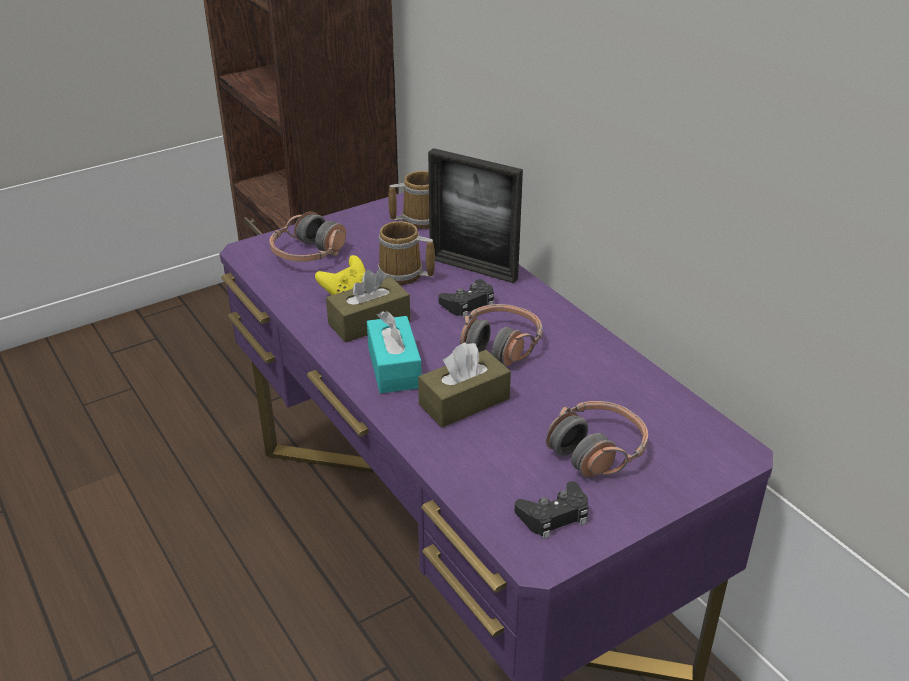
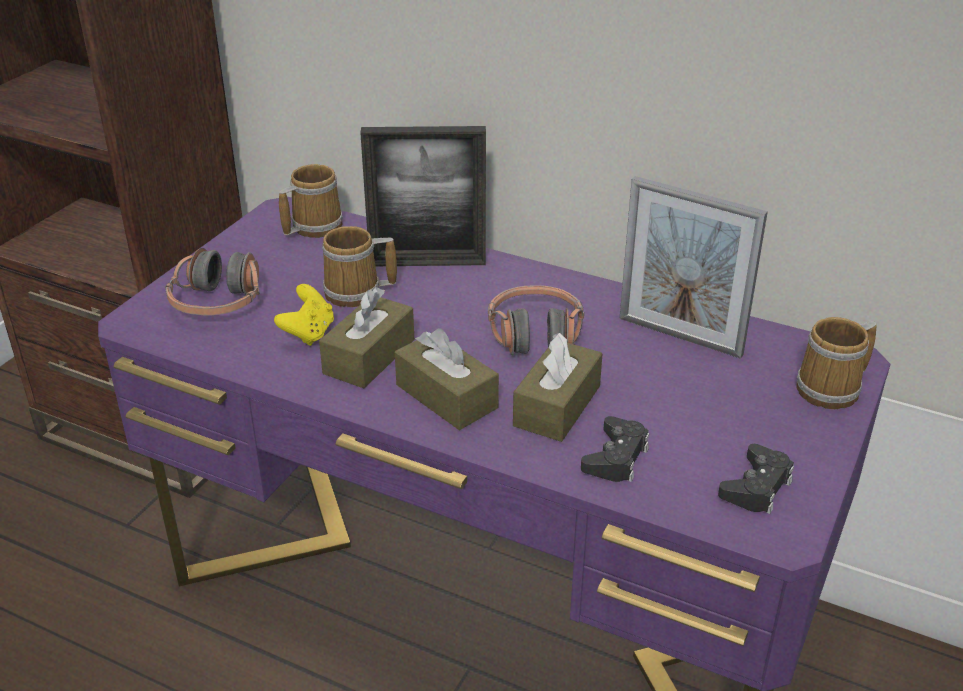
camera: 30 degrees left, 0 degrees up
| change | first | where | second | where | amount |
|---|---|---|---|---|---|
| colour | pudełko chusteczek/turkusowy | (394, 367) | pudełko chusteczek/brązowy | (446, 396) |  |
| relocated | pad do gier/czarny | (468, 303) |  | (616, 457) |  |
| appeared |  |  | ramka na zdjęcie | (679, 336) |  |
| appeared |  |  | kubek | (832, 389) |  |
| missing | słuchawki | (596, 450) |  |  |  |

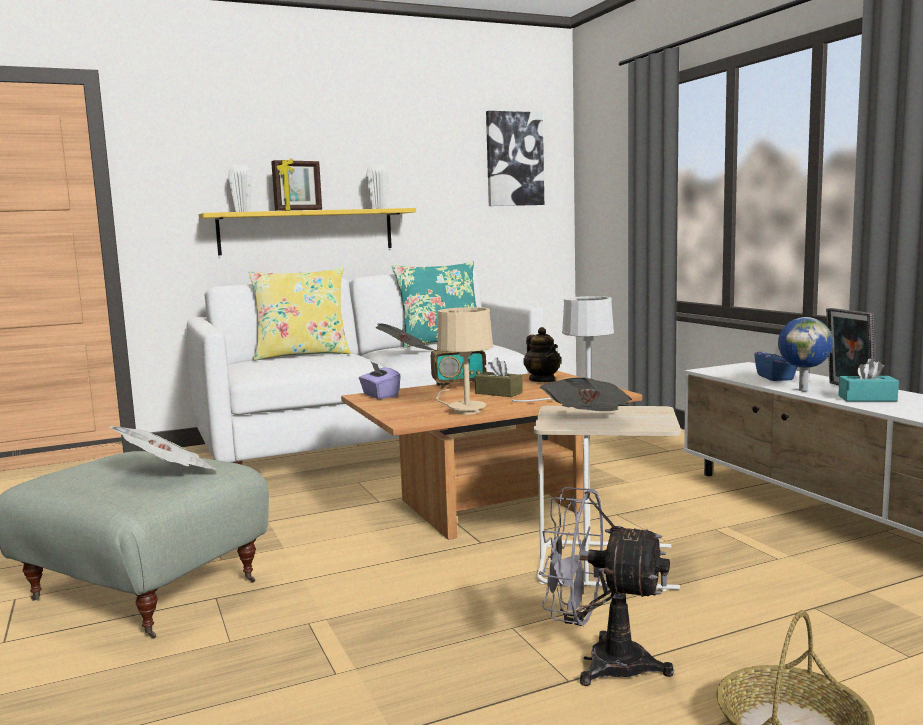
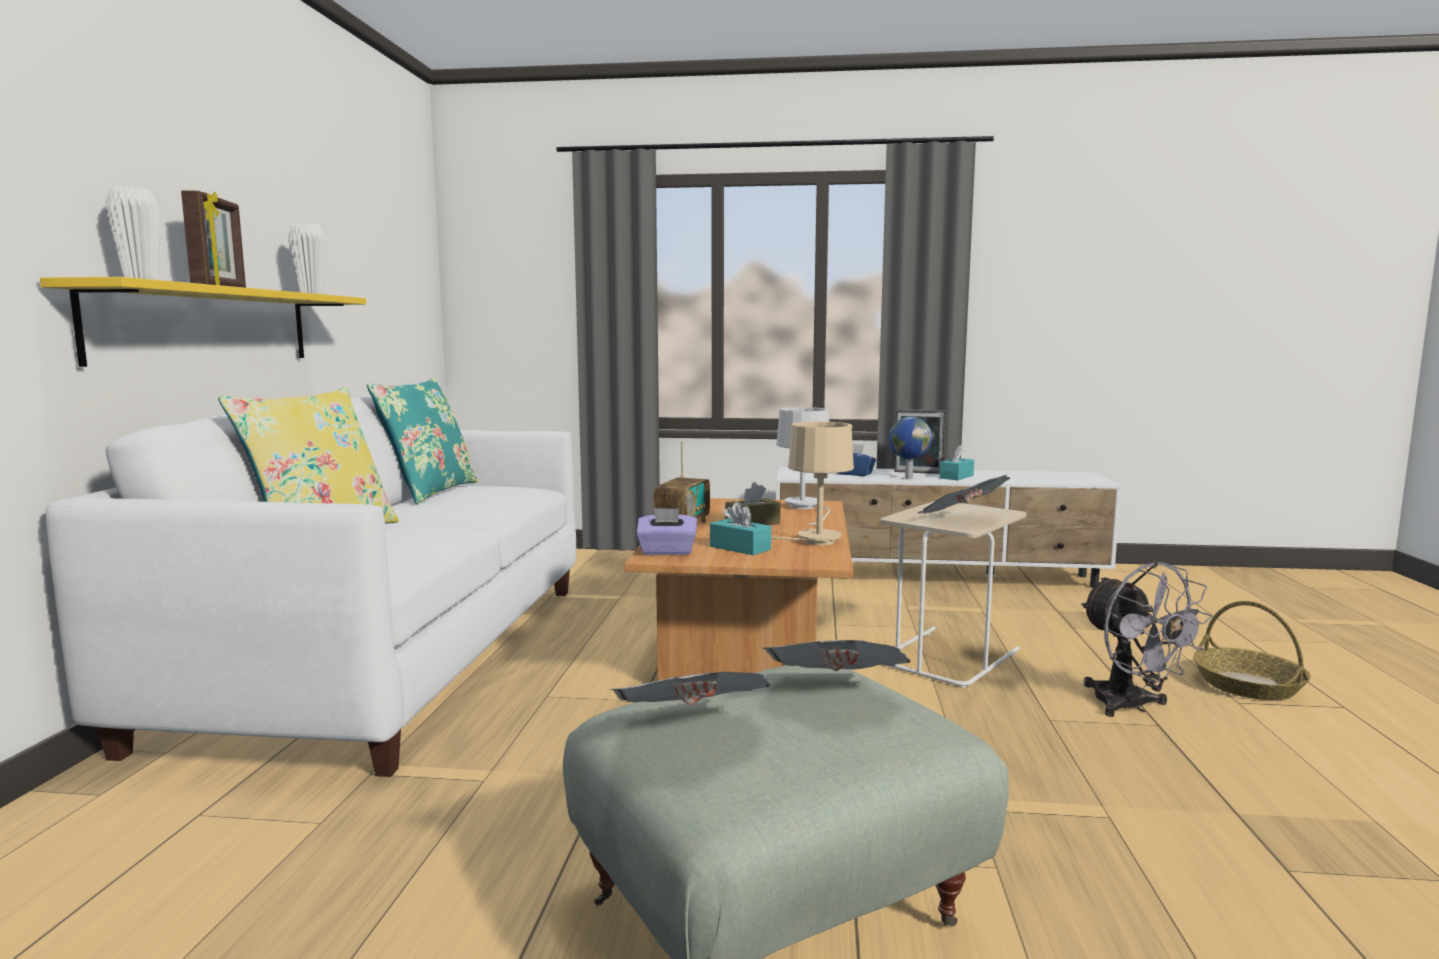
camera: 60 degrees left, 0 degrees up
| change | first | where | second | where | amount |
|---|---|---|---|---|---|
| relocated | gazeta | (406, 353) |  | (691, 731) |  |
| appeared |  |  | pudełko chusteczek/turkusowy | (740, 548) |  |
| spun | wentylator/szary | (601, 662) |  | (1131, 706) | 75 degrees counterclockwise |
| missing | obraz | (514, 159) |  |  |  |
| missing | imbryk | (542, 380) |  |  |  |

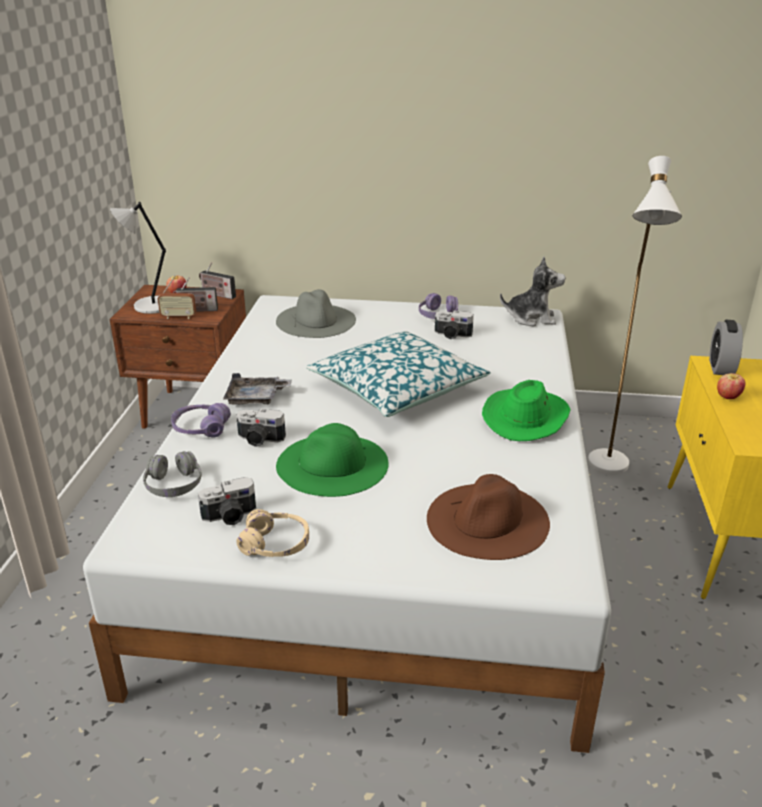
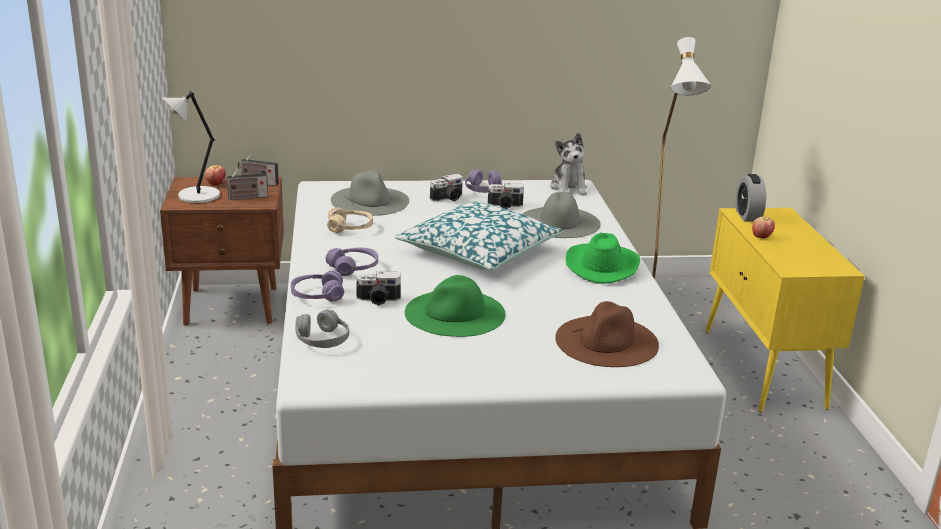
camera: 15 degrees left, 5 degrees down
| change | first | where | second | where | amount |
|---|---|---|---|---|---|
| exchanged | taca/szary | (256, 398) | słuchawki/fioletowy | (353, 268) |  |
| relocated | słuchawki/beżowy | (275, 544) |  | (350, 228) |  |
| relocated | aparat fotograficzny | (230, 516) |  | (448, 198) |  |
| appeared |  |  | kapelusz/szary | (559, 222) |  |
| spun | pluszak | (531, 318) |  | (569, 188) | 90 degrees clockwise |
| missing | radio | (178, 317) |  |  |  |

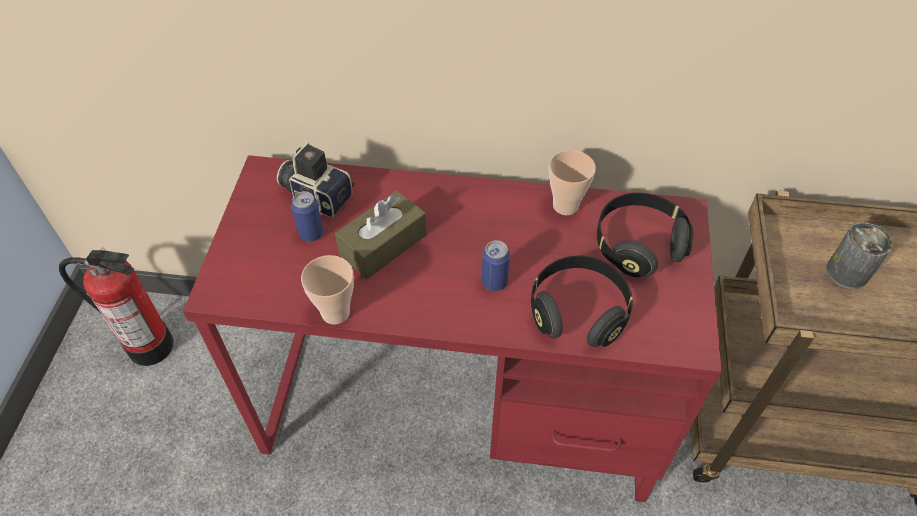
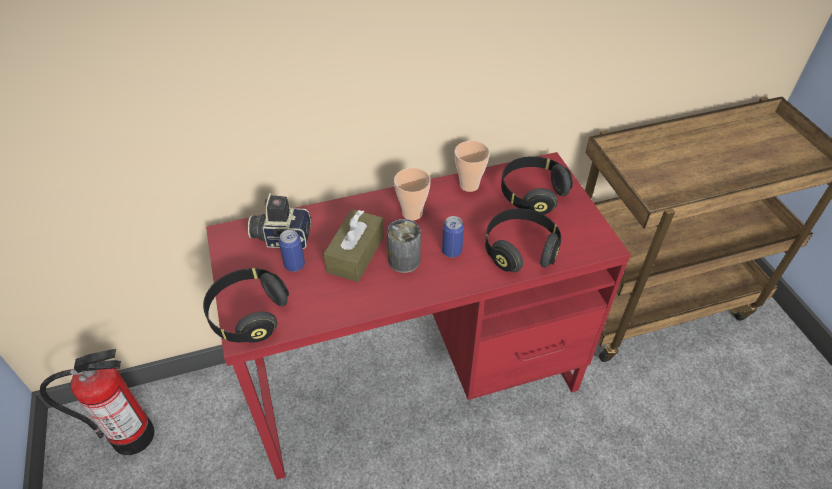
camera: 25 degrees left, 5 degrees down
| change | first | where | second | where | amount |
|---|---|---|---|---|---|
| appeared |  |  | słuchawki/czarny | (248, 315) |  |
| relocated | puszka | (847, 272) |  | (404, 260) |  |
| relocated | filiżanka | (335, 312) |  | (412, 213) |  |

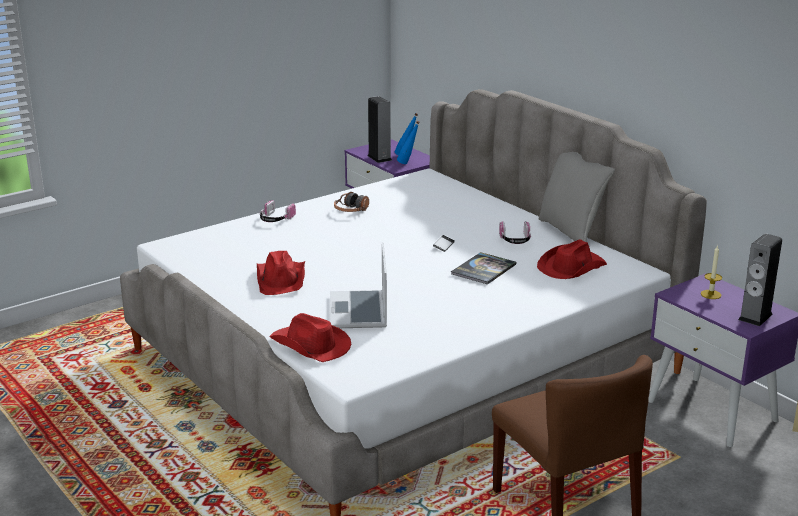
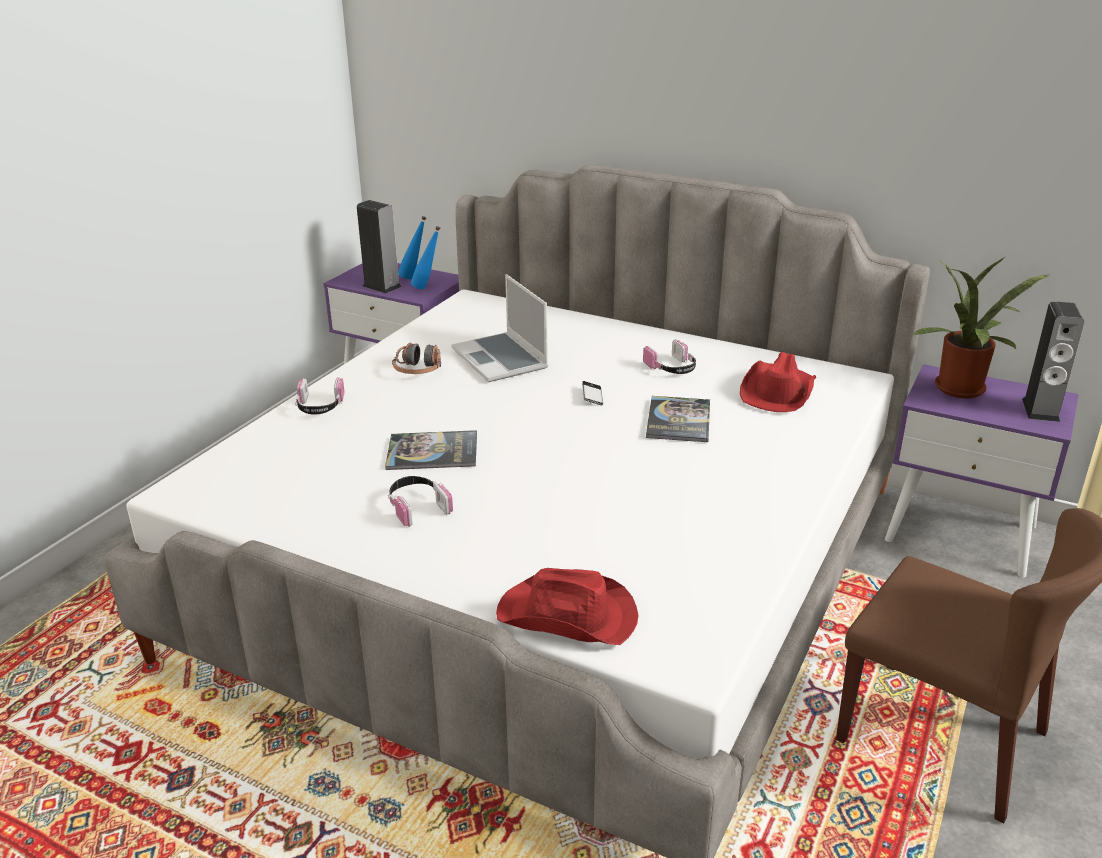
camera: 25 degrees left, 5 degrees up
| change | first | where | second | where | amount |
|---|---|---|---|---|---|
| appeared |  |  | książka | (432, 452) |  |
| exchanged | kapelusz/czerwony | (281, 279) | słuchawki | (417, 506) |  |
| relocated | laptop | (359, 312) |  | (501, 359) |  |
| exchanged | świeca | (711, 294) | roślina doniczkowa | (962, 391) |  |
| missing | poduszka/szary | (571, 232) |  |  |  |

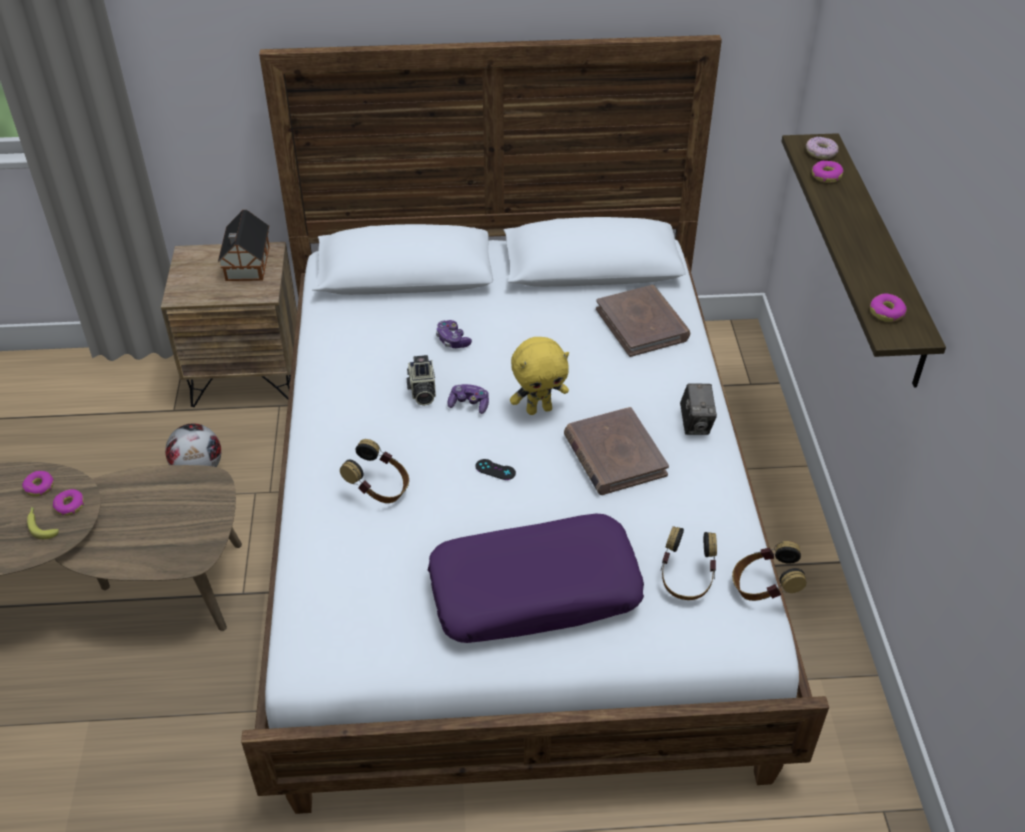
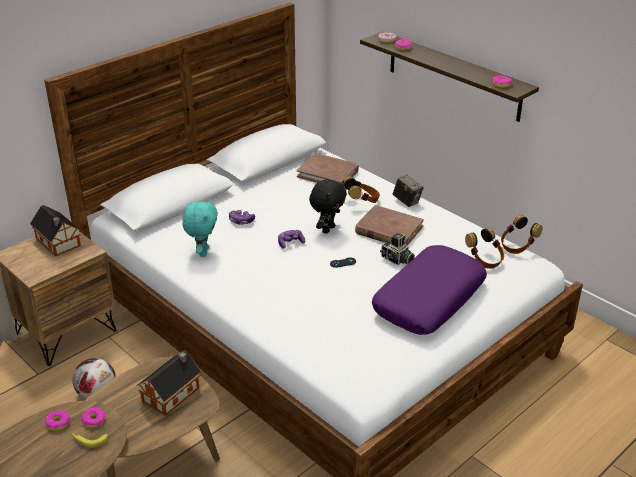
camera: 40 degrees left, 10 degrees down
| change | first | where | second | where | amount |
|---|---|---|---|---|---|
| appeared |  |  | domek | (173, 393) |  |
| appeared |  |  | pluszak/turkusowy | (202, 252) |  |
| colour | pluszak/żółty | (539, 409) | pluszak/czarny | (327, 229) |  |
| relocated | słuchawki | (379, 489) |  | (362, 202) |  |
| relocated | aparat fotograficzny | (422, 391) |  | (397, 260) |  |

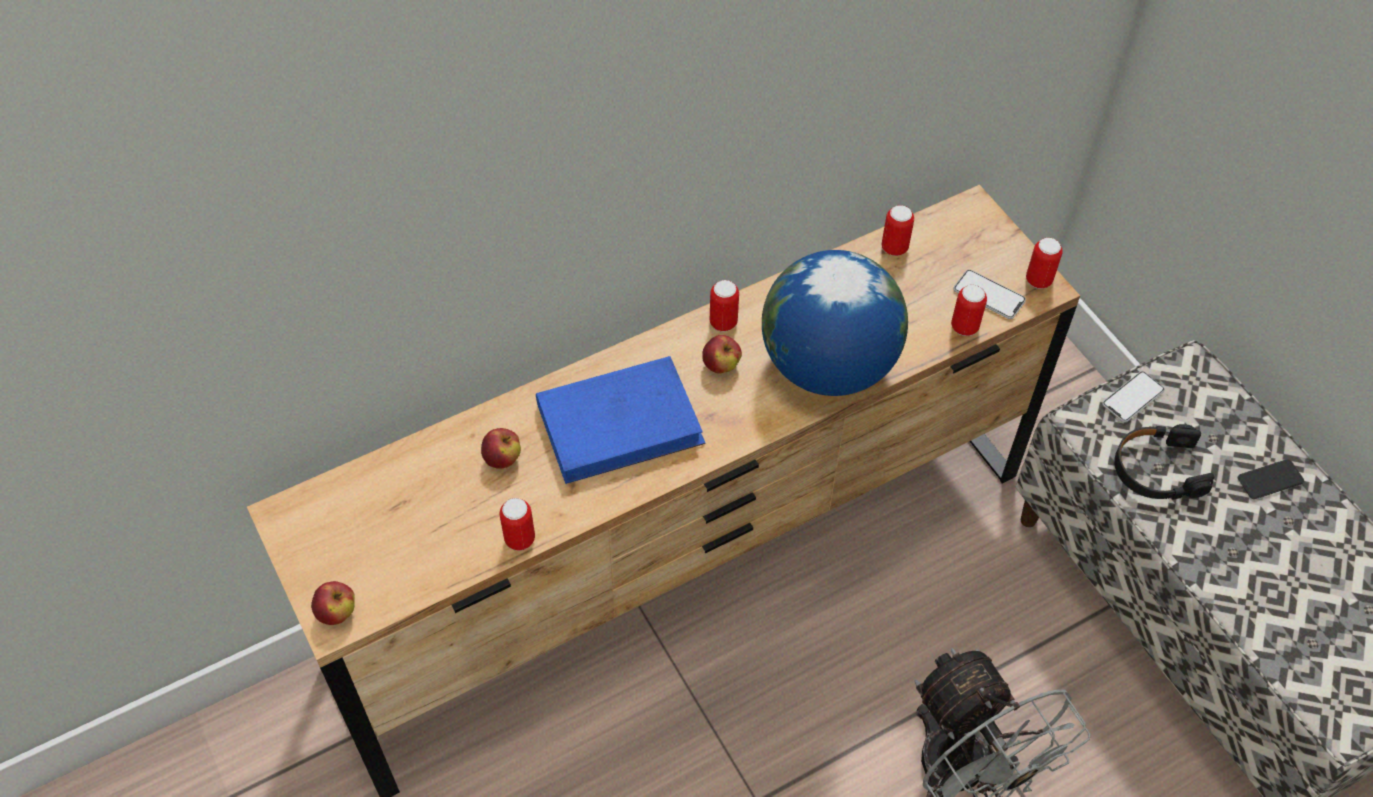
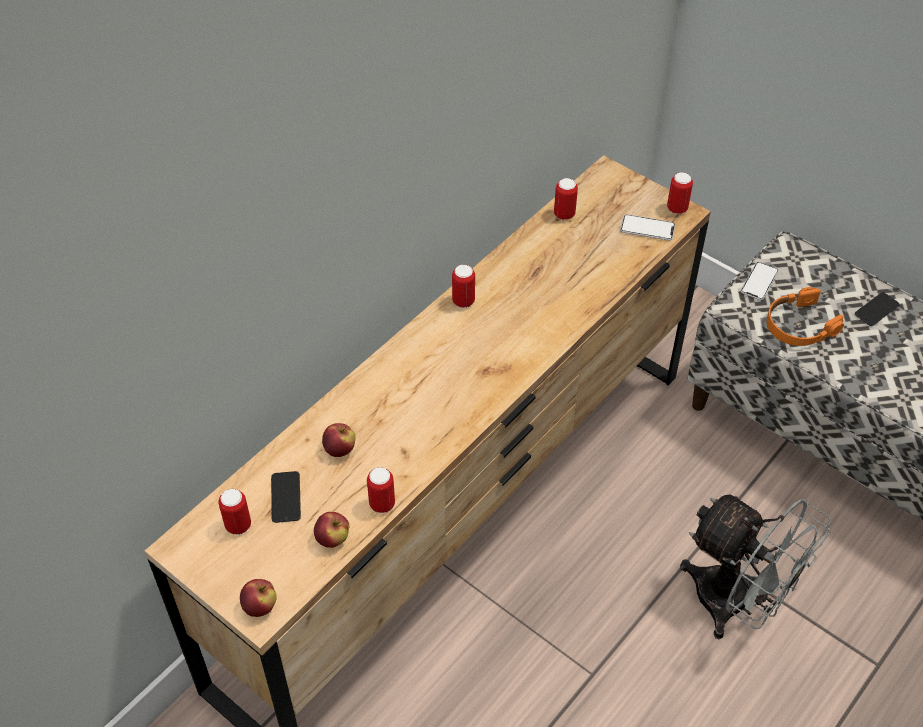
camera: 20 degrees left, 5 degrees down
| change | first | where | second | where | amount |
|---|---|---|---|---|---|
| relocated | puszka | (964, 327) |  | (238, 525) |  |
| appeared |  |  | telefon | (286, 497) |  |
| relocated | jabłko | (721, 365) |  | (333, 539) |  |
| colour | słuchawki/czarny | (1157, 469) | słuchawki/pomarańczowy | (799, 325) |  |
| missing | książka/niebieski | (620, 423) |  |  |  |
| missing | globus | (827, 365) |  |  |  |

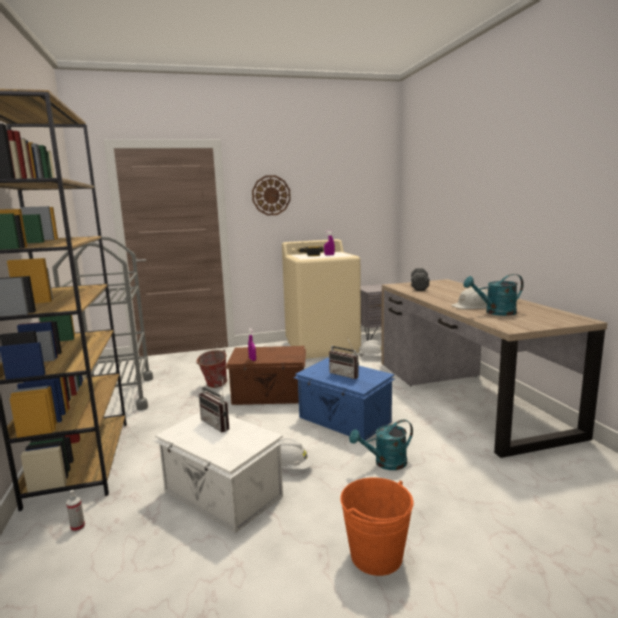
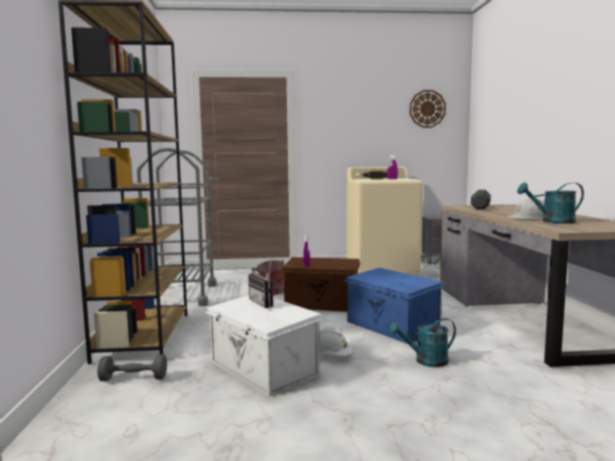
camera: 10 degrees right, 5 degrees down
| change | first | where | second | where | amount |
|---|---|---|---|---|---|
| exchanged | spryskiwacz | (78, 527) | hantel/szary | (133, 379) |  |
| relocated | zegar ścienny | (271, 195) |  | (427, 109) |  |
| missing | radio | (346, 374) |  |  |  |
| missing | wiadro/pomarańczowy | (376, 555) |  |  |  |

